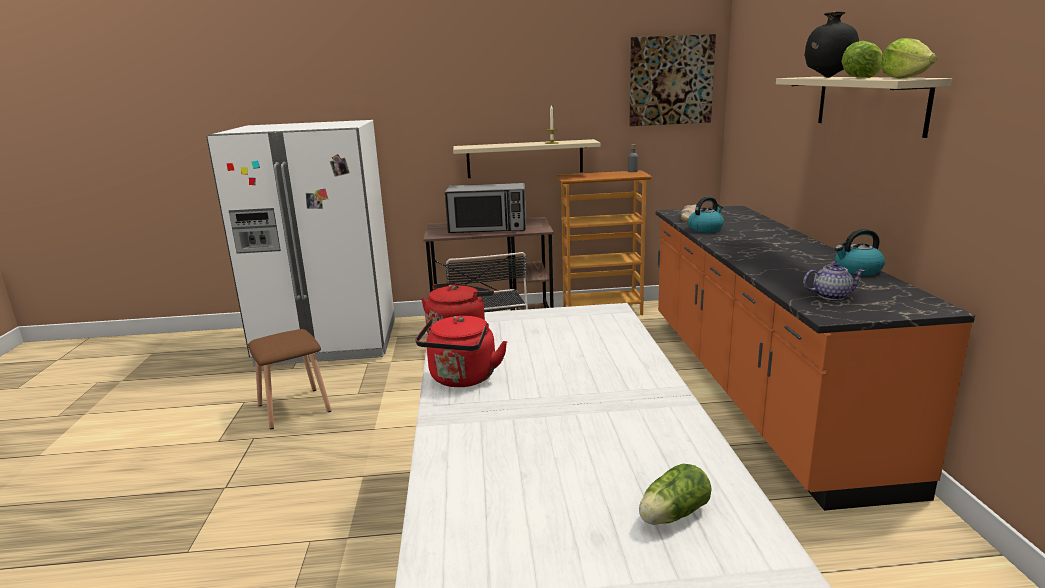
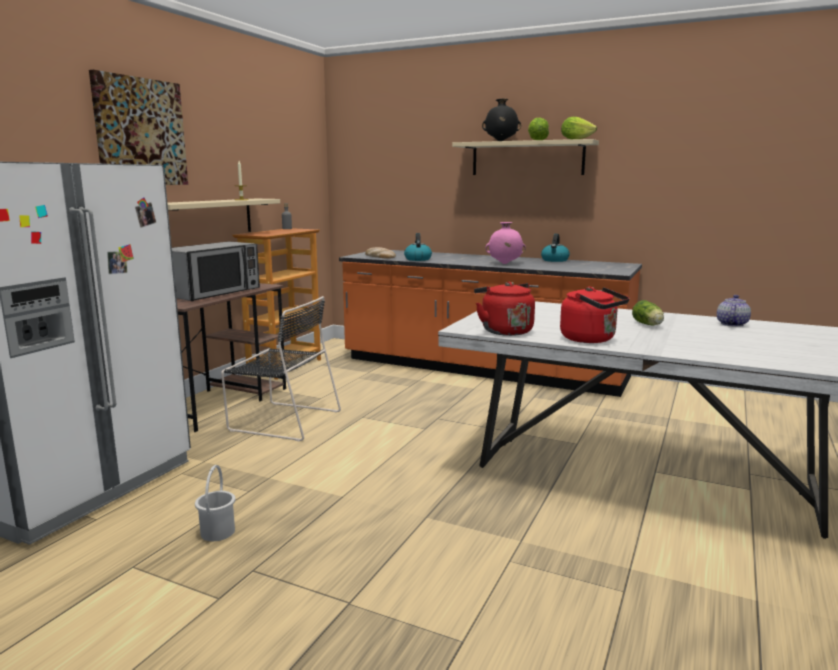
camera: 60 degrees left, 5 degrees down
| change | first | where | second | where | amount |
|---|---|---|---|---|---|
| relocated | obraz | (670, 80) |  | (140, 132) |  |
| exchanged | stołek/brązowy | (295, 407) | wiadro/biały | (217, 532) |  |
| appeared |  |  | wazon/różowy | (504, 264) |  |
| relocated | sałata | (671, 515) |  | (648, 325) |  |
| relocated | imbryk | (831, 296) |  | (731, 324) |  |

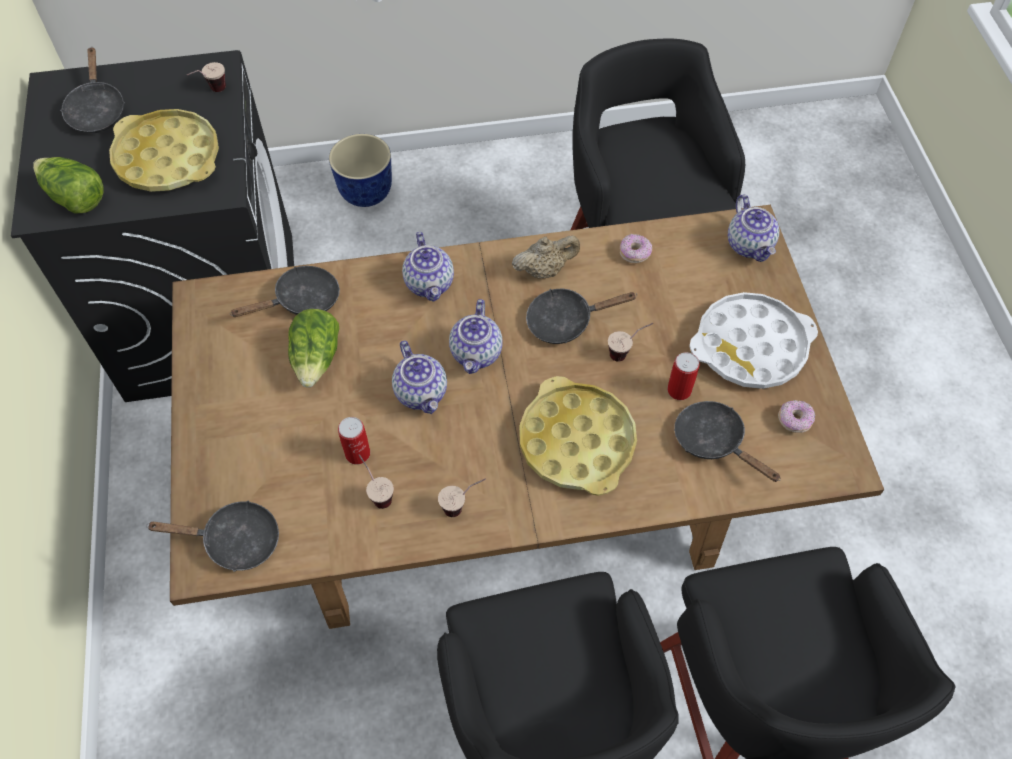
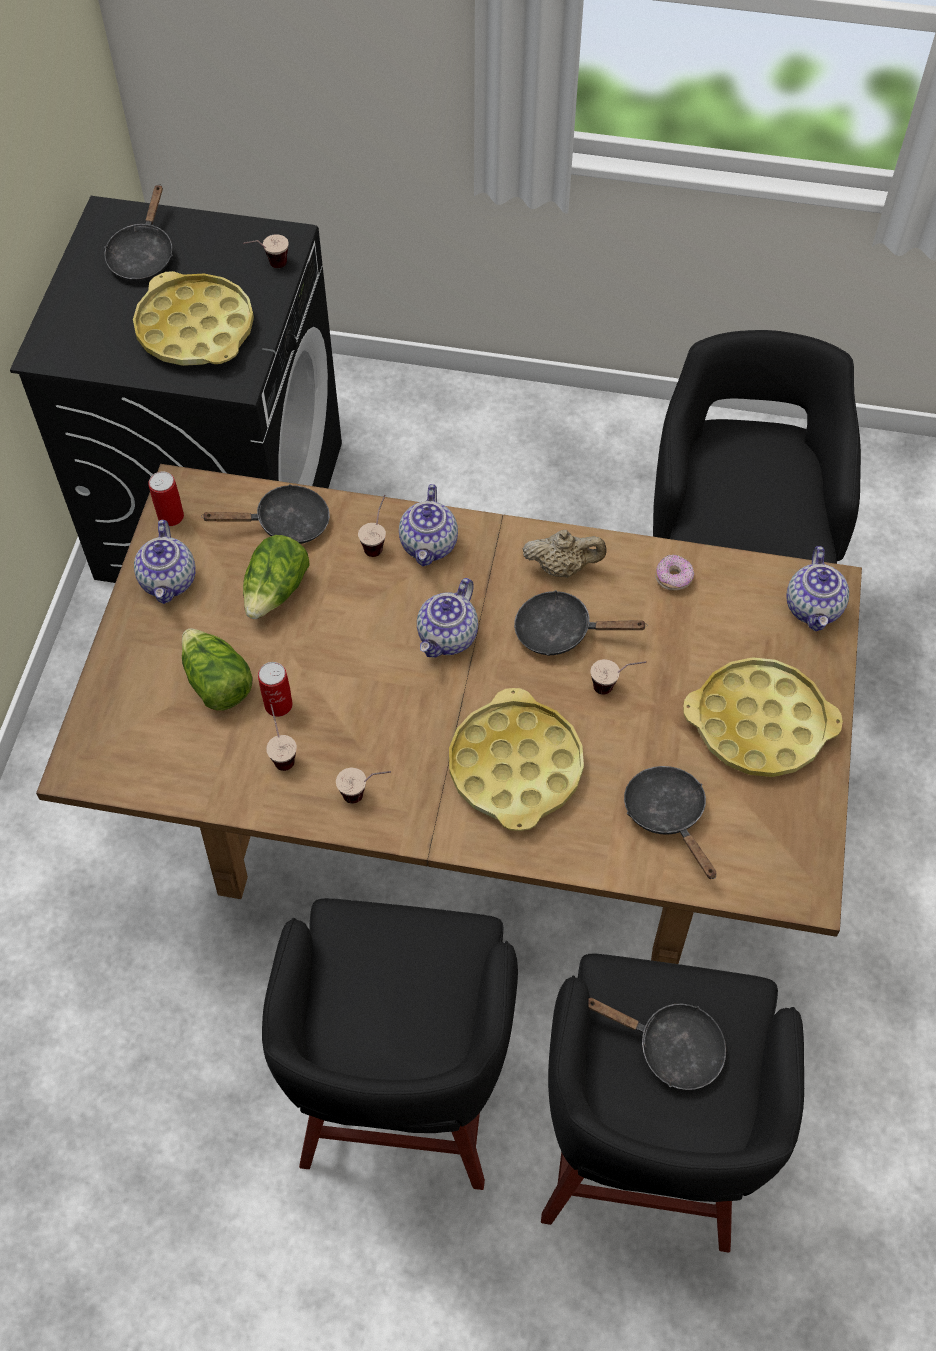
camera: 20 degrees right, 0 degrees up
| change | first | where | second | where | amount |
|---|---|---|---|---|---|
| relocated | imbryk | (422, 393) |  | (169, 581) |  |
| relocated | puszka | (679, 390) |  | (171, 516) |  |
| relocated | sałata | (74, 197) |  | (216, 682) |  |
| appeared |  |  | filiżanka | (377, 541) |  |
| relocated | patelnia/czarny | (234, 541) |  | (671, 1047) |  |
| colour | taca/biały | (750, 347) | taca/żółty | (759, 724) |  |
| missing | donica | (365, 193) |  |  |  |
| missing | donut | (794, 420) |  |  |  |

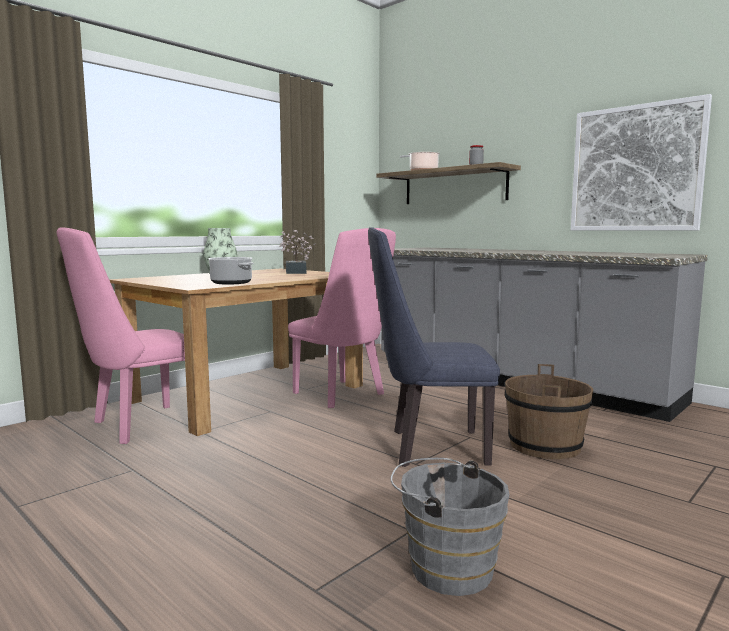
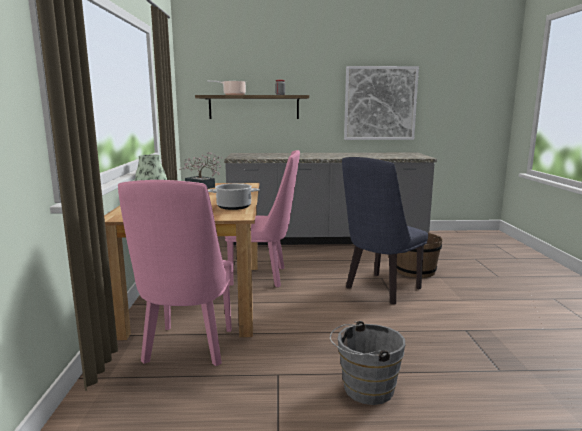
camera: 45 degrees left, 5 degrees up
| change | first | where | second | where | amount |
|---|---|---|---|---|---|
| relocated | wiadro/szary | (445, 567) |  | (364, 389) |  |

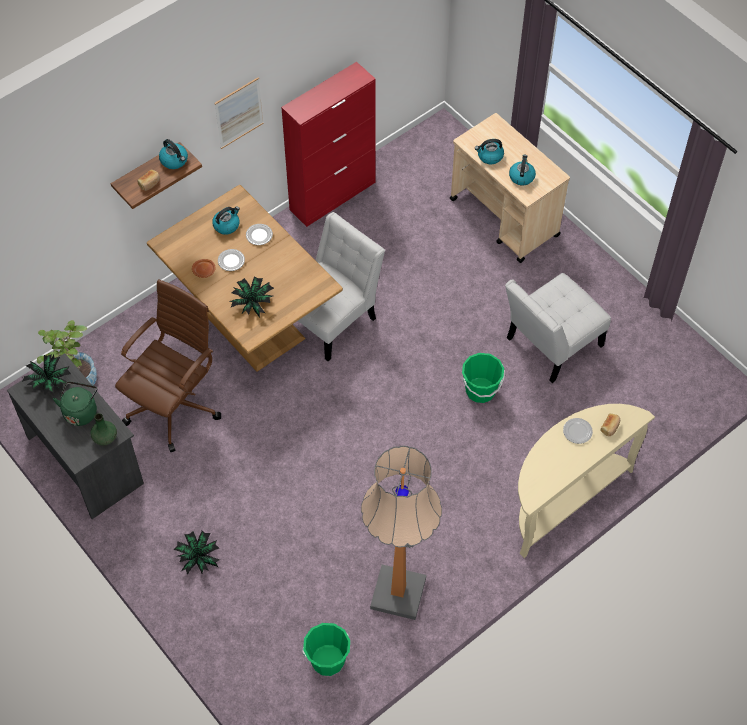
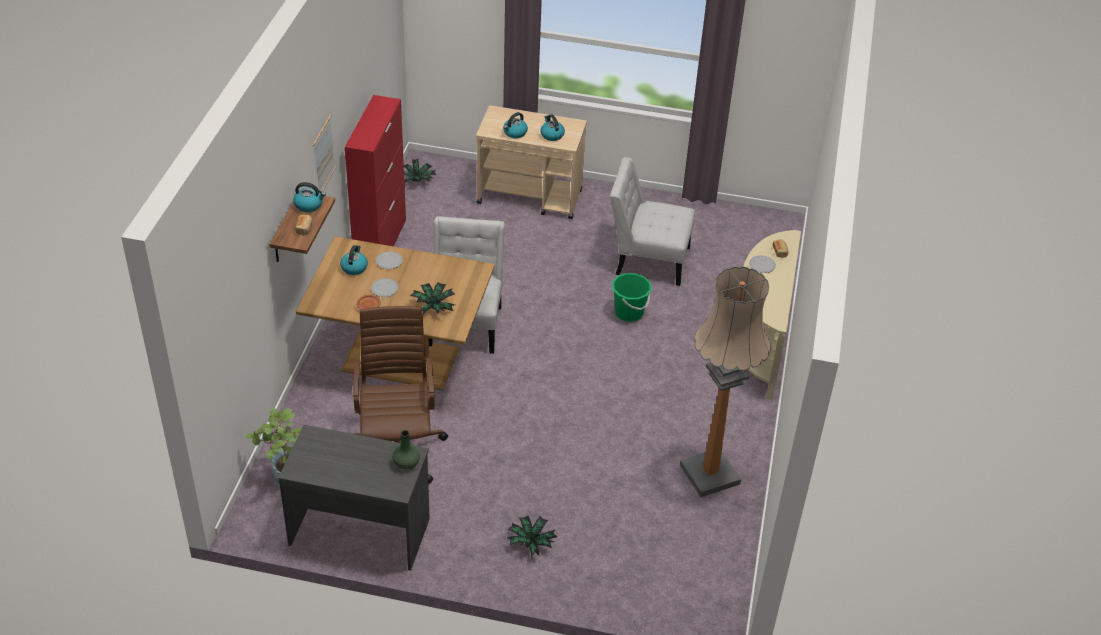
camera: 40 degrees left, 15 degrees down
| change | first | where | second | where | amount |
|---|---|---|---|---|---|
| relocated | roślina doniczkowa | (49, 381) |  | (417, 181) |  |
| spun | krzesło/biały | (550, 345) |  | (647, 259) | 90 degrees clockwise |
| missing | czajnik/zielony | (81, 411) |  |  |  |
| missing | wiadro/zielony | (327, 660) |  |  |  |

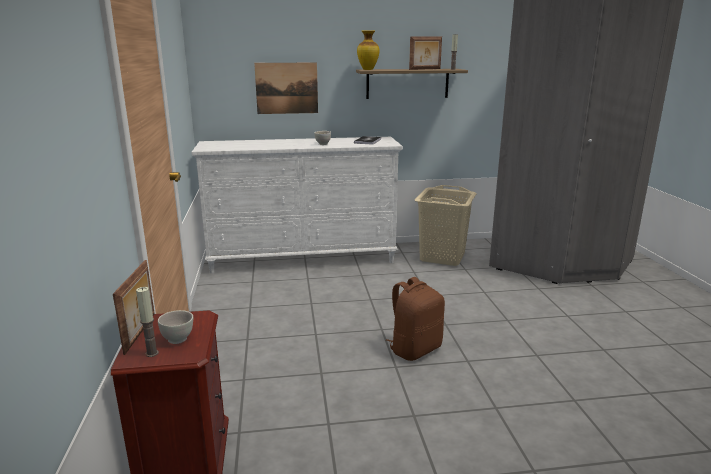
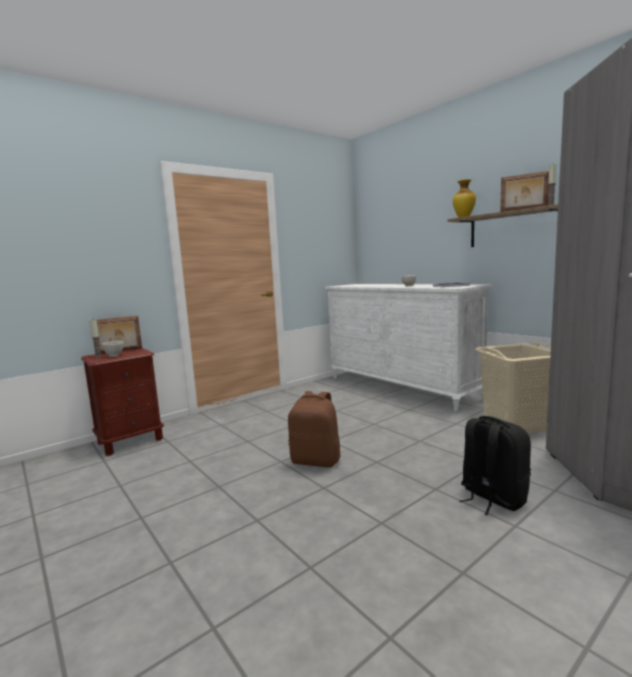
camera: 60 degrees right, 10 degrees down
| change | first | where | second | where | amount |
|---|---|---|---|---|---|
| appeared |  |  | plecak/czarny | (492, 497) |  |
| missing | obraz | (286, 88) |  |  |  |

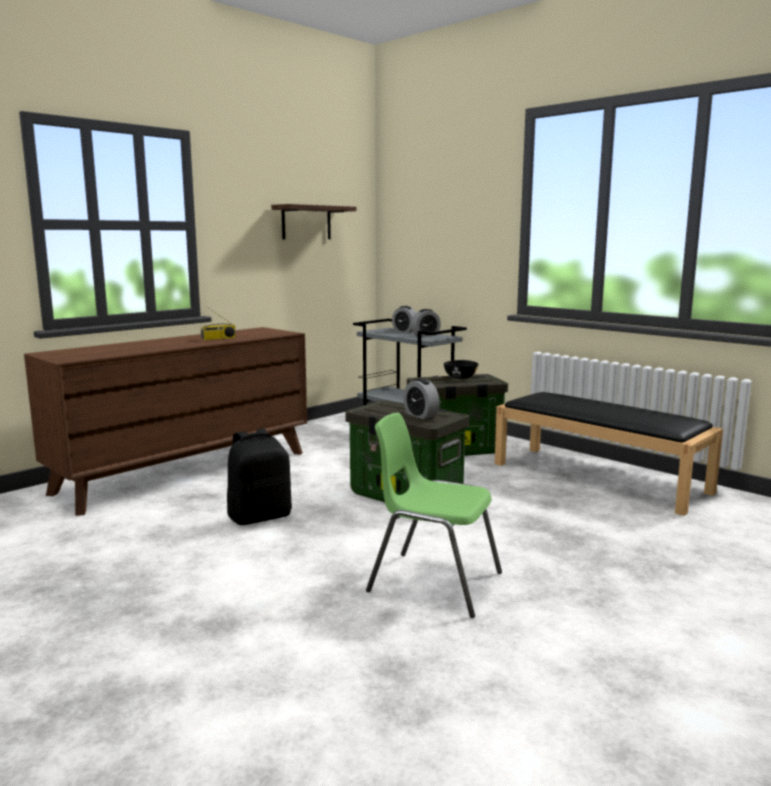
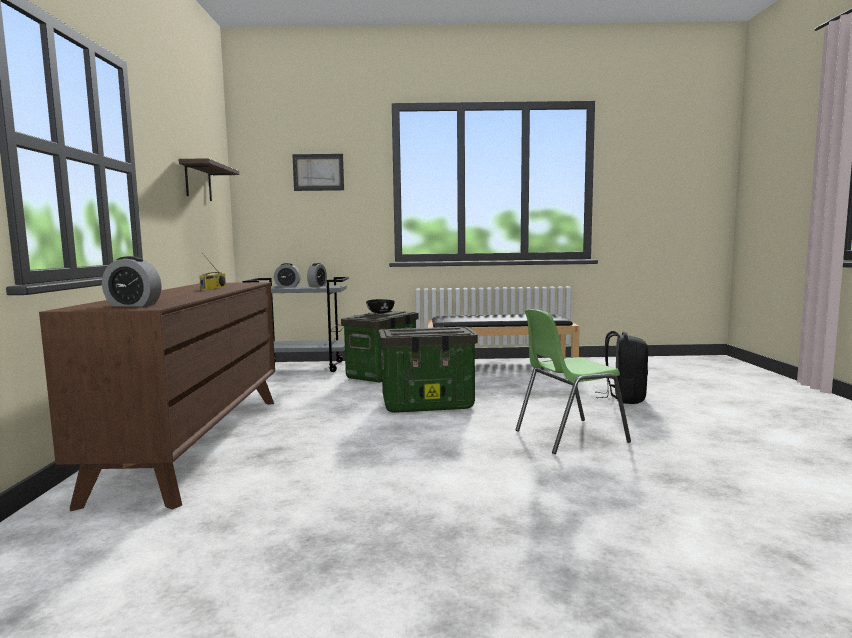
camera: 45 degrees left, 5 degrees down
| change | first | where | second | where | amount |
|---|---|---|---|---|---|
| relocated | budzik | (420, 415) |  | (133, 305) |  |
| appeared |  |  | obraz | (318, 172) |  |
| relocated | plecak/czarny | (260, 516) |  | (623, 398) |  |

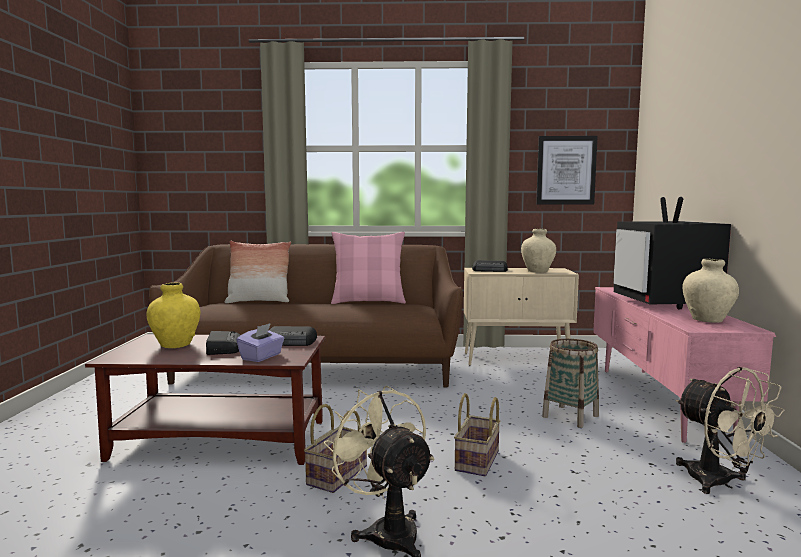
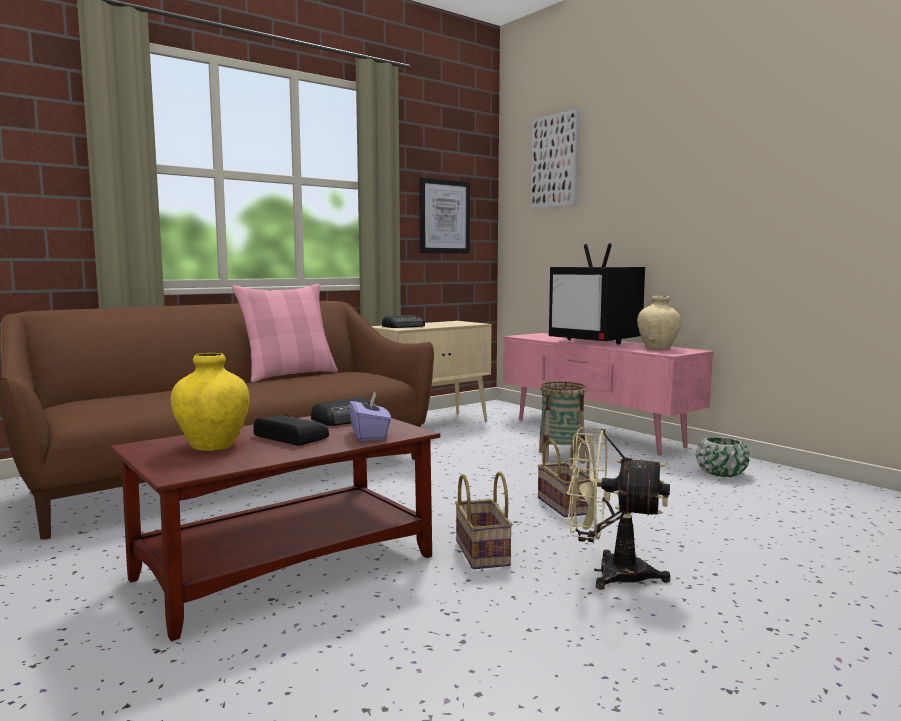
camera: 40 degrees left, 0 degrees up
| change | first | where | second | where | amount |
|---|---|---|---|---|---|
| appeared |  |  | obraz | (555, 161) |  |
| exchanged | wentylator/beżowy | (719, 483) | donica/zielony | (721, 473) |  |
| missing | poduszka | (258, 301) |  |  |  |
| missing | wazon/beżowy | (537, 271) |  |  |  |

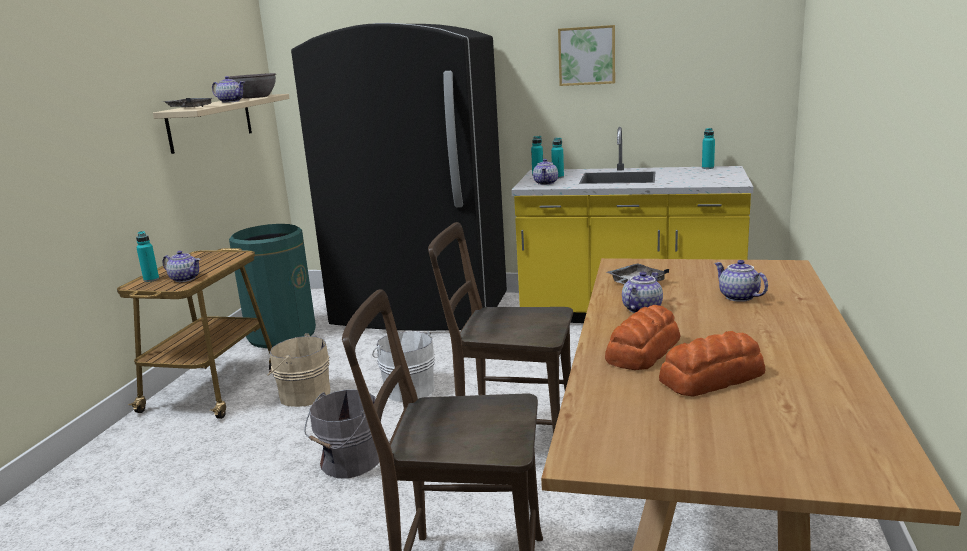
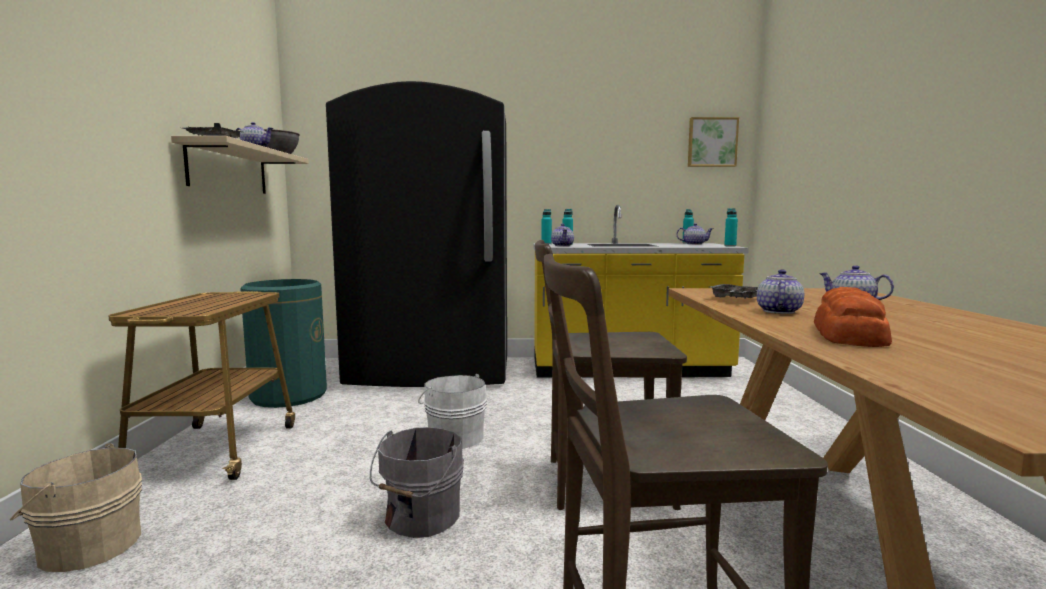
camera: 15 degrees left, 10 degrees down
| change | first | where | second | where | amount |
|---|---|---|---|---|---|
| relocated | wiadro/beżowy | (303, 394) |  | (87, 546) |  |
| relocated | imbryk | (185, 279) |  | (694, 244) |  |
| relocated | obraz | (587, 55) |  | (712, 142) |  |
| relocated | butelka/turkusowy | (151, 279) |  | (730, 246) |  |
| missing | chleb | (713, 378) |  |  |  |

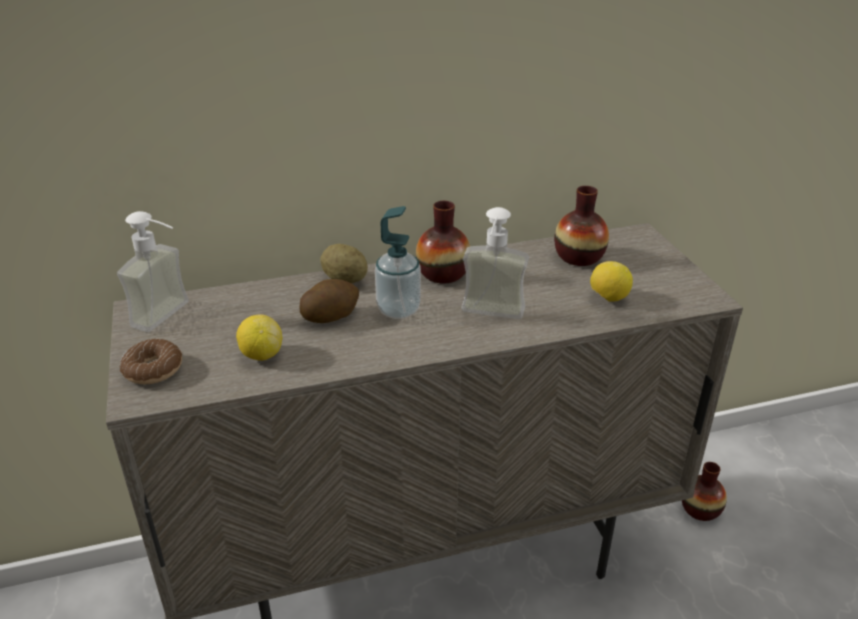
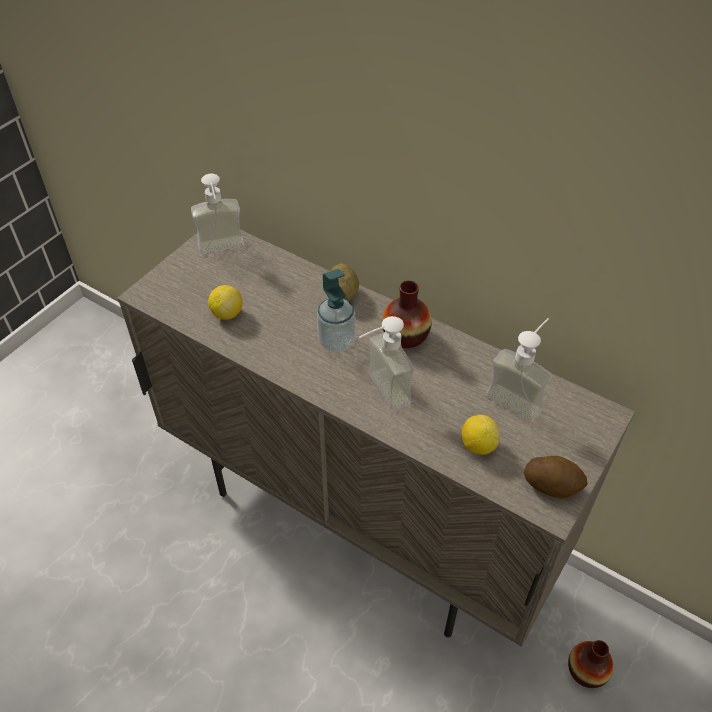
camera: 50 degrees right, 15 degrees up
| change | first | where | second | where | amount |
|---|---|---|---|---|---|
| exchanged | wazon | (579, 257) | dozownik mydła | (519, 396) |  |
| relocated | ziemniak | (331, 316) |  | (552, 485) |  |
| missing | donut | (153, 369) |  |  |  |

